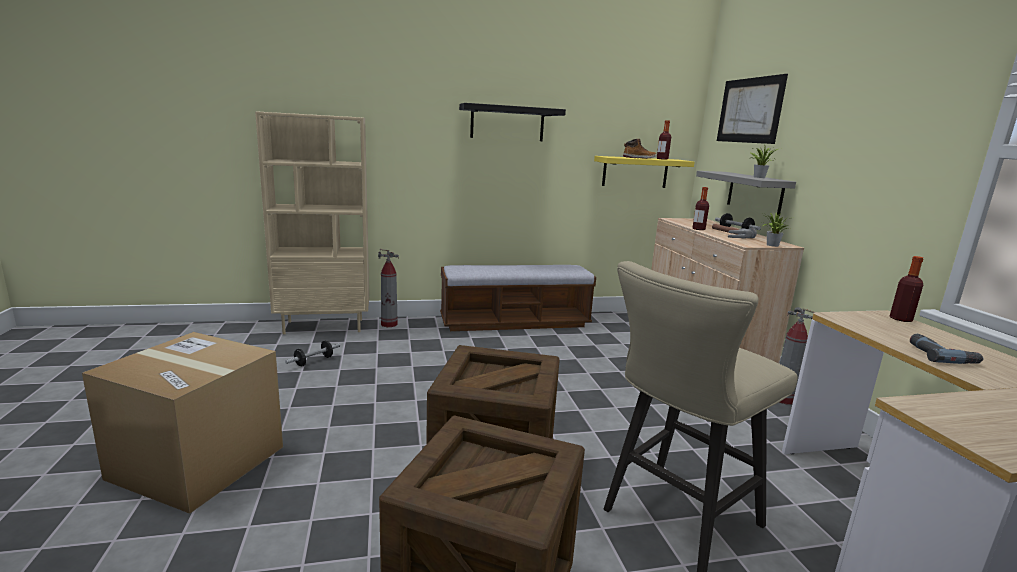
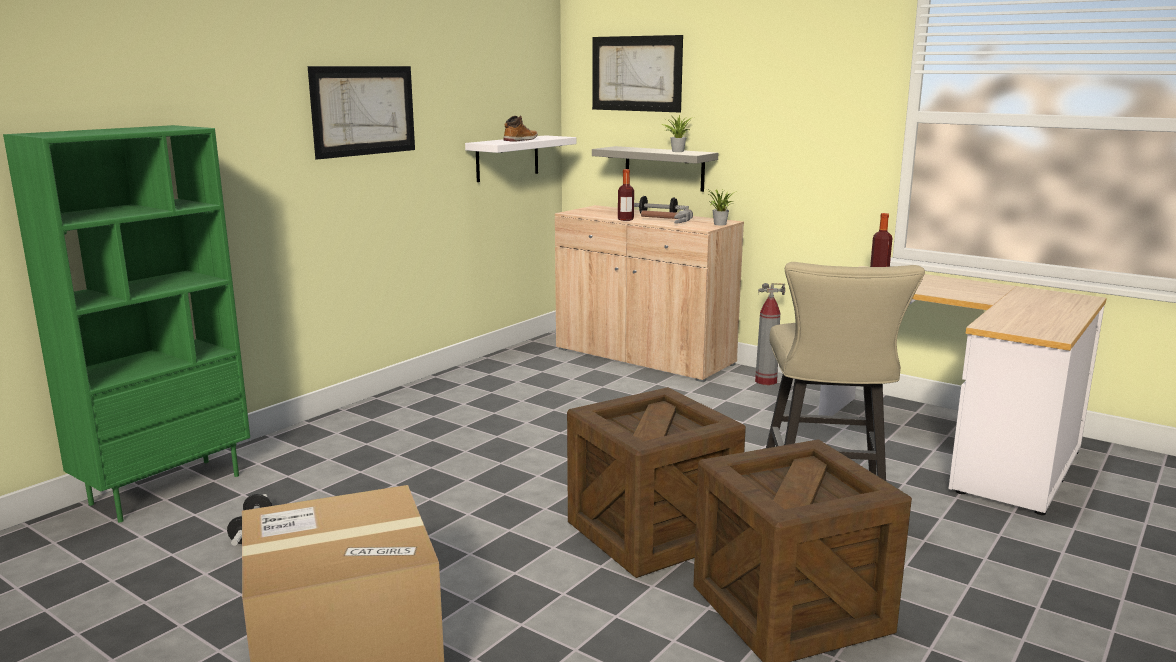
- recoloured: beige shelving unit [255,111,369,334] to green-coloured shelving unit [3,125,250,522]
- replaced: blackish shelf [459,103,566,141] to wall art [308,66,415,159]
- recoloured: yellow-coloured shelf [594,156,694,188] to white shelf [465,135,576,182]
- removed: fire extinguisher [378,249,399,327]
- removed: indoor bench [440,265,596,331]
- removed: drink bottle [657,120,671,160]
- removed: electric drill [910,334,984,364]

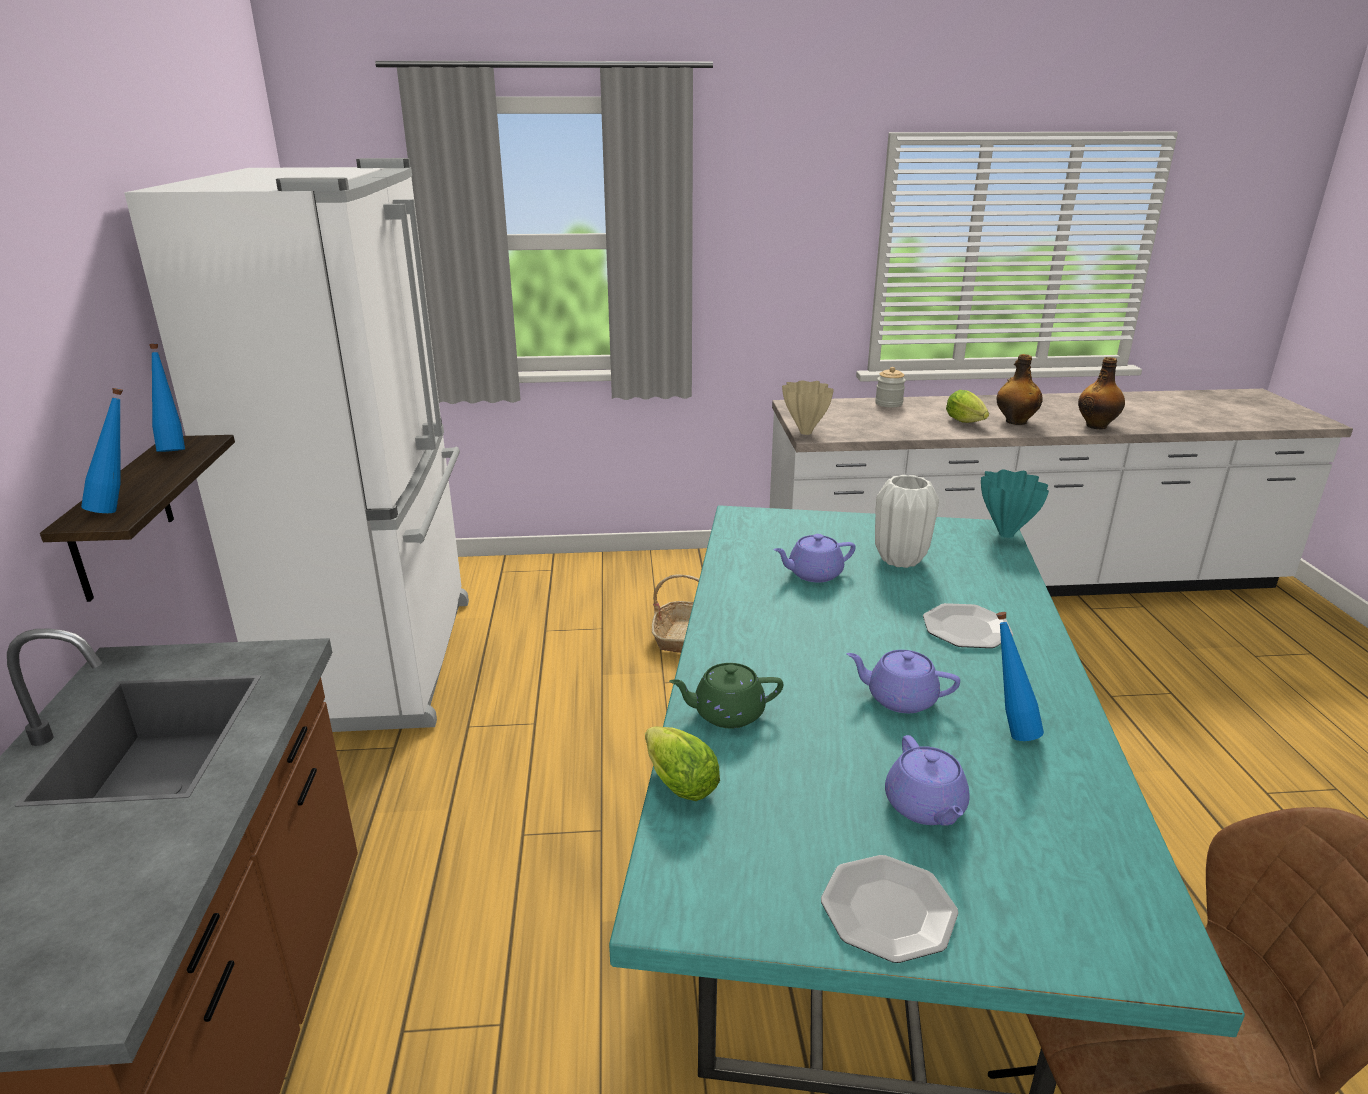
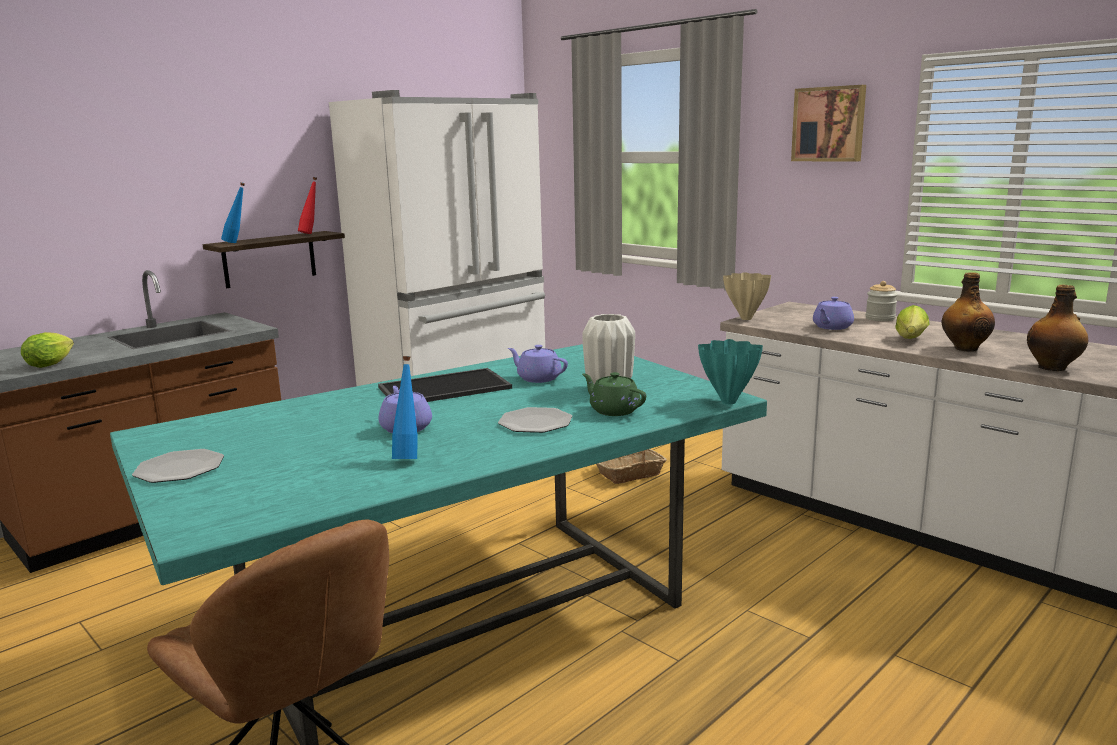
- moved: lettuce [645,726,720,801] to [21,332,74,368]
- recoloured: bluish drink bottle [149,344,185,452] to reddish drink bottle [298,177,317,234]
- added: tray [378,368,512,402]
- moved: green-coloured tea pot [669,663,783,728] to [582,372,646,416]
- added: wall art [791,85,866,162]
- moved: purple tea pot [885,735,970,826] to [813,297,854,330]

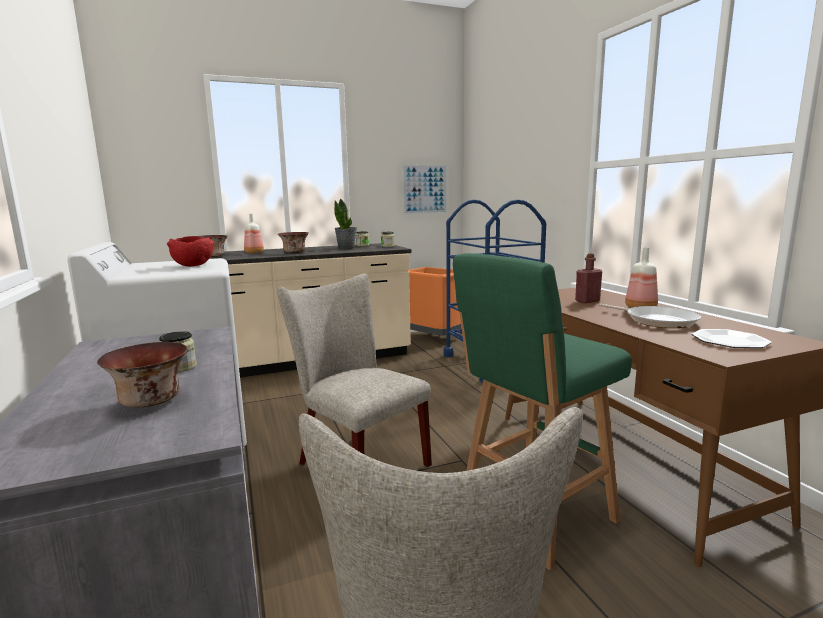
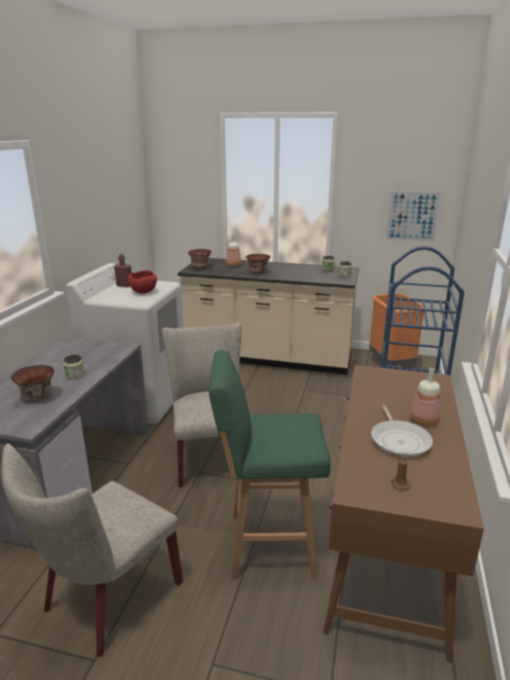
- moved: reddish drink bottle [575,253,602,303] to [114,254,131,287]
- replaced: flat dish [692,329,772,348] to brown wax light [391,456,411,490]
- removed: plant in a pot [334,198,356,249]

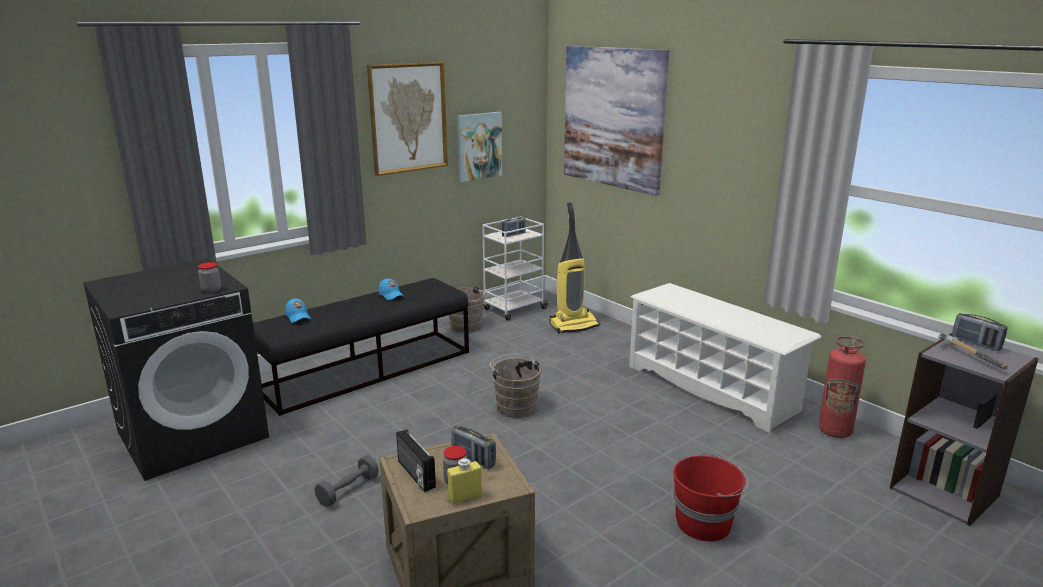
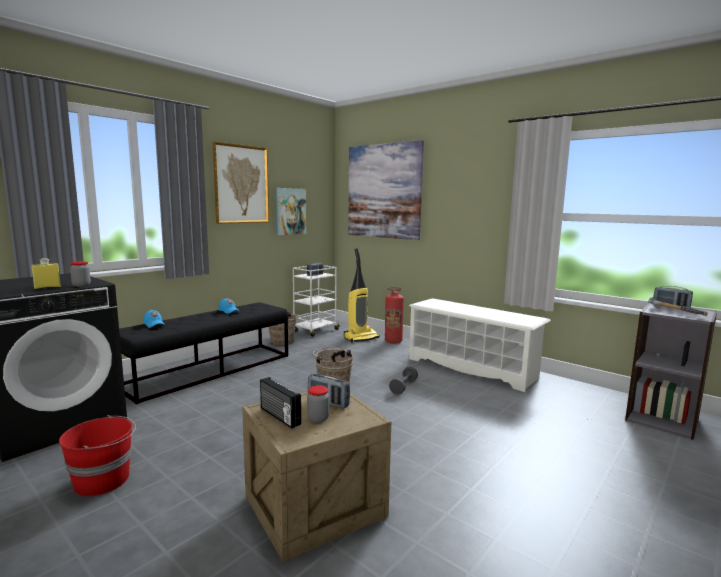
- moved: yellow-coloured drink bottle [447,458,482,505] to [32,258,61,289]
- moved: reddish pail [673,453,749,542] to [59,415,136,496]
- moved: fire extinguisher [818,336,866,438] to [385,287,404,344]
- moved: gray dumbbell [315,455,379,507] to [389,366,418,395]

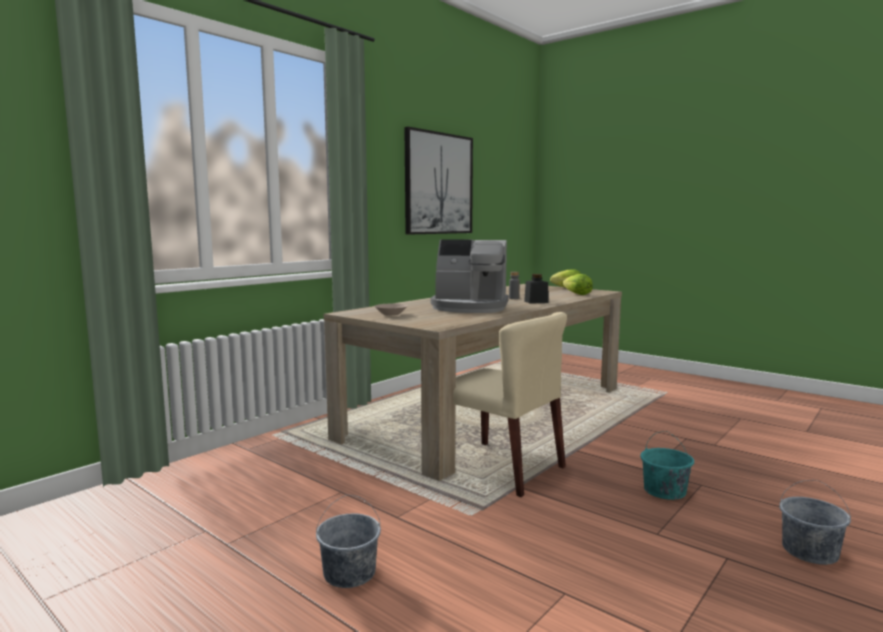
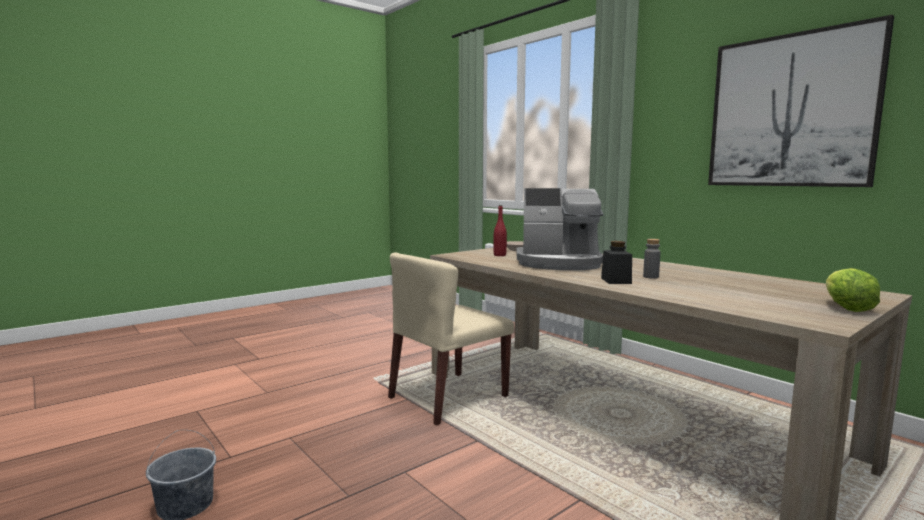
- added: reddish drink bottle [493,205,507,256]
- turned: coffee machine [431,239,508,313] = [516,188,603,270] 105 degrees counterclockwise
- removed: gray pail [316,495,381,588]
- removed: lettuce [562,274,593,295]
- removed: turquoise pail [640,431,694,500]

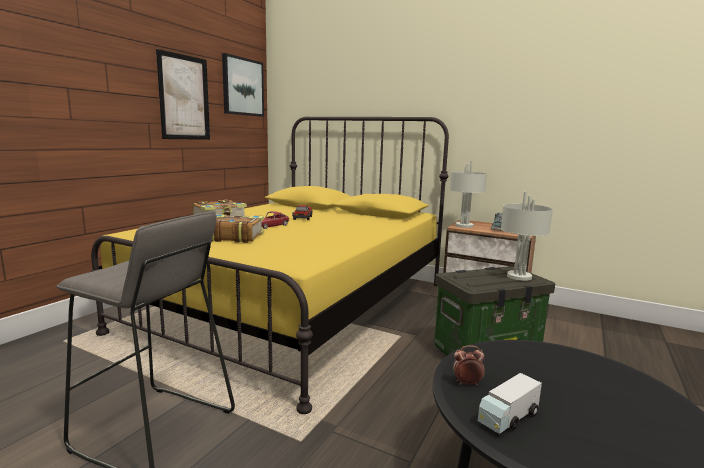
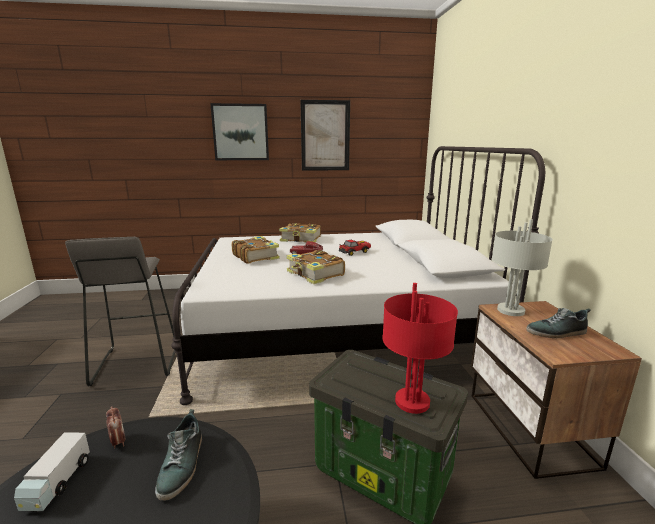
- turned: toy lorry [478,373,542,434] = [14,432,90,511] 105 degrees counterclockwise
- added: low shoe [155,409,202,501]
- recoloured: yellow-coloured bed [90,117,449,414] to white bed [171,146,545,405]
- moved: wall art [222,53,264,117] to [210,103,269,160]
- added: volume [286,250,345,284]
- recoloured: gray lamp for a table [501,192,553,281] to reddish lamp for a table [382,283,458,414]

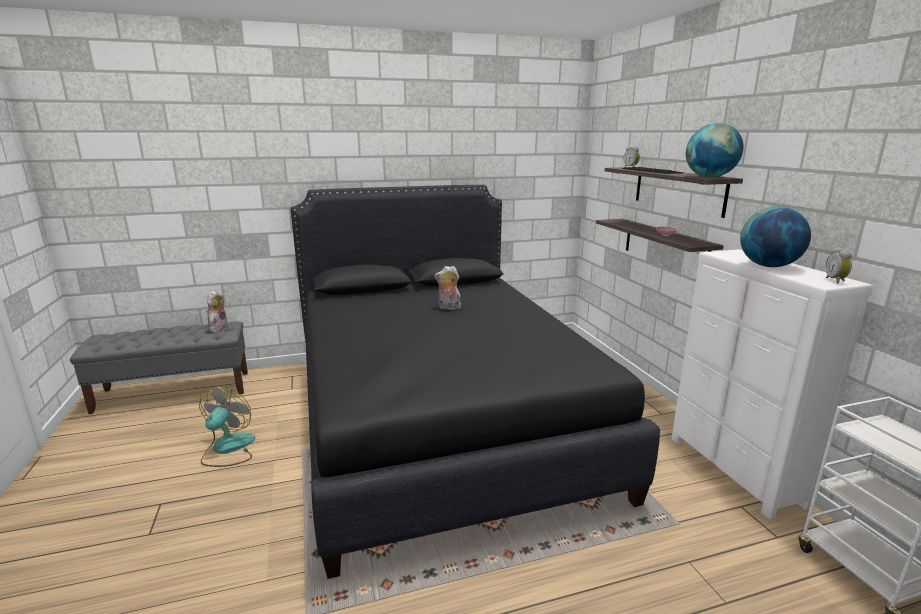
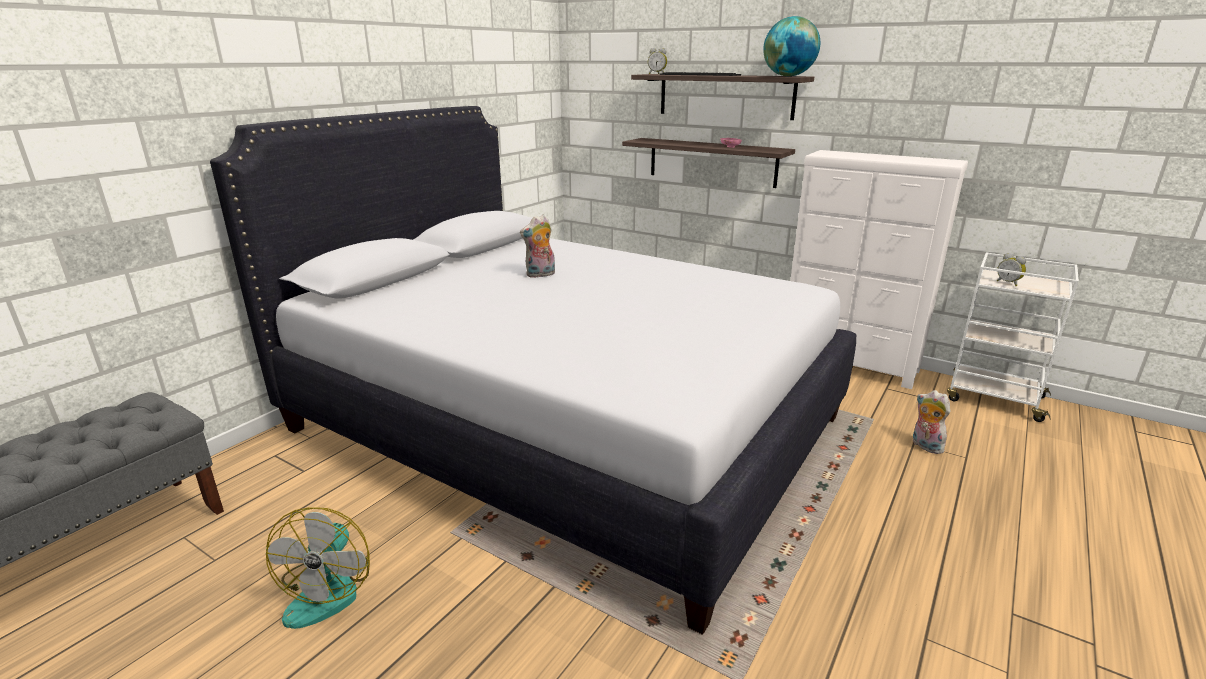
- recoloured: blackish bed [290,185,660,579] to white bed [210,106,856,635]
- turned: cooling fan [199,387,255,467] = [266,507,370,629] 150 degrees counterclockwise
- moved: plush toy [206,290,228,332] to [913,390,950,454]
- moved: bedside clock [826,247,852,284] to [997,253,1026,286]
- removed: desk globe [740,206,811,267]

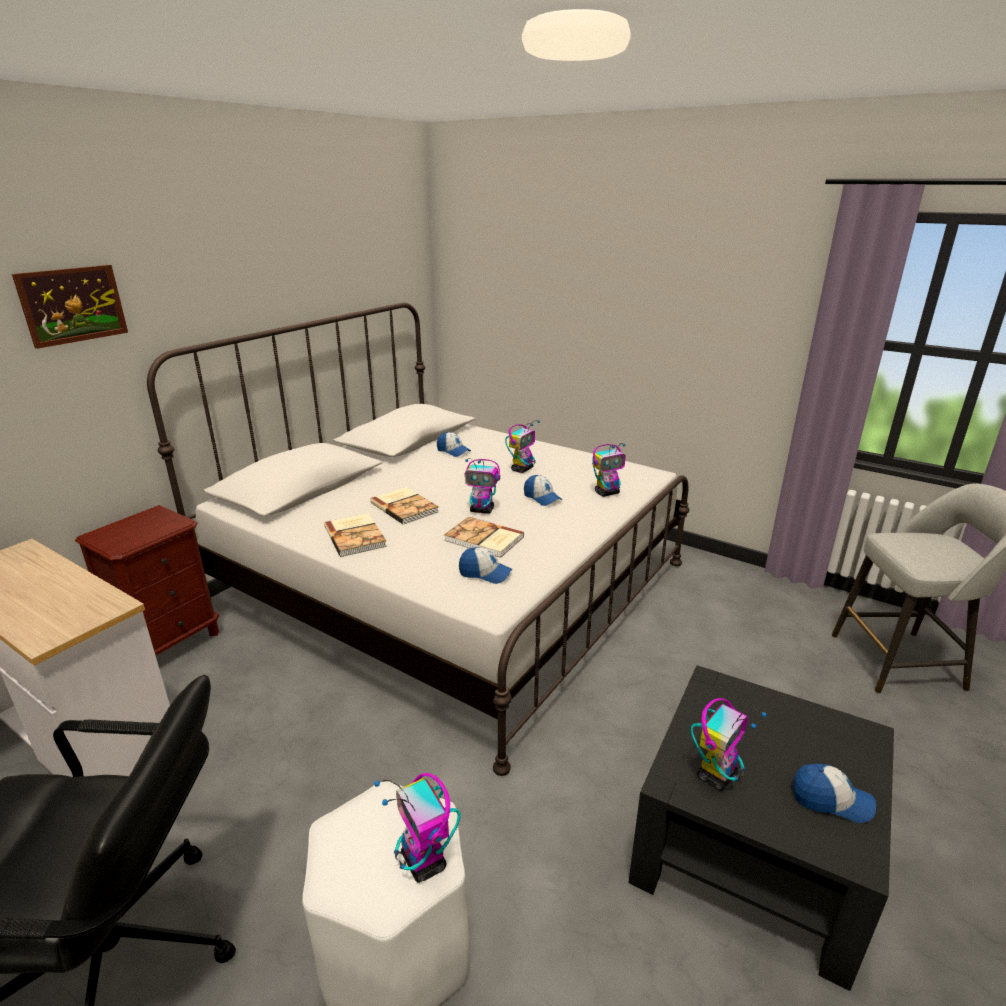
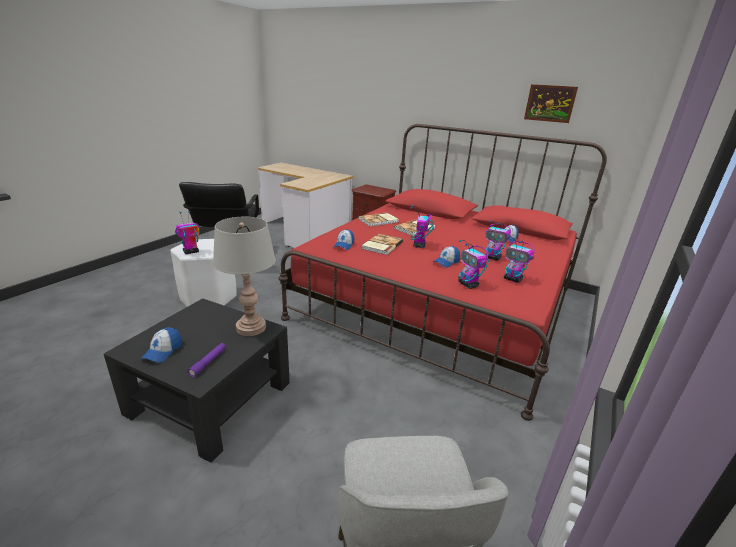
- added: purple flashlight [188,343,226,377]
- added: gray lamp for a table [213,217,276,336]
- recoloured: white bed [147,303,690,776] to reddish bed [279,124,607,421]
- moved: toy robot [691,698,767,790] to [504,238,535,283]
- moved: wall art [12,265,128,349] to [524,84,578,123]

